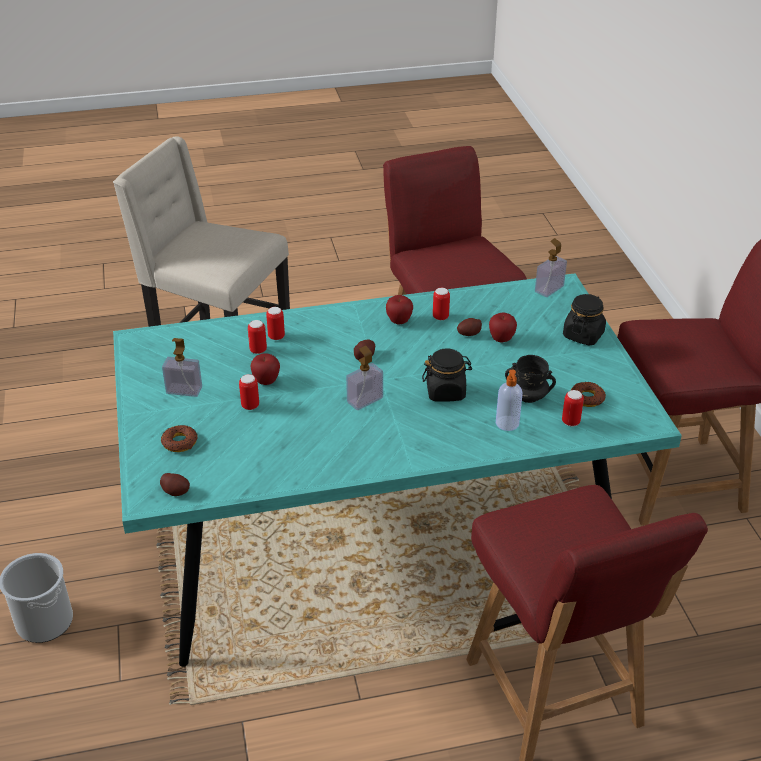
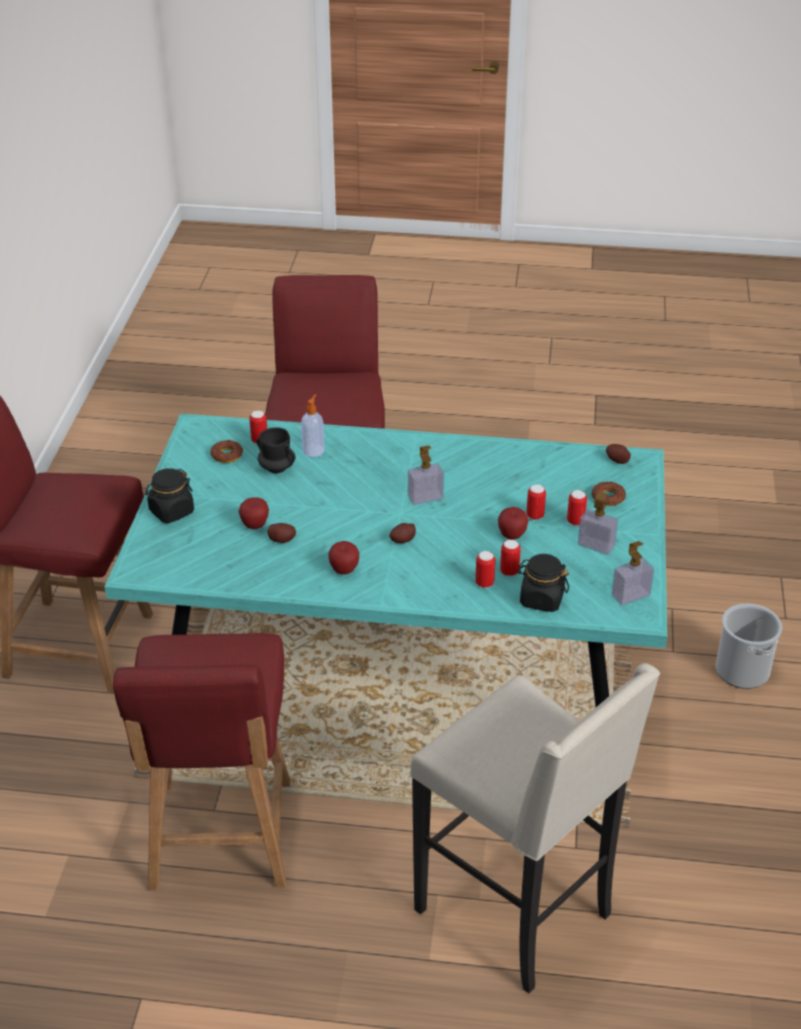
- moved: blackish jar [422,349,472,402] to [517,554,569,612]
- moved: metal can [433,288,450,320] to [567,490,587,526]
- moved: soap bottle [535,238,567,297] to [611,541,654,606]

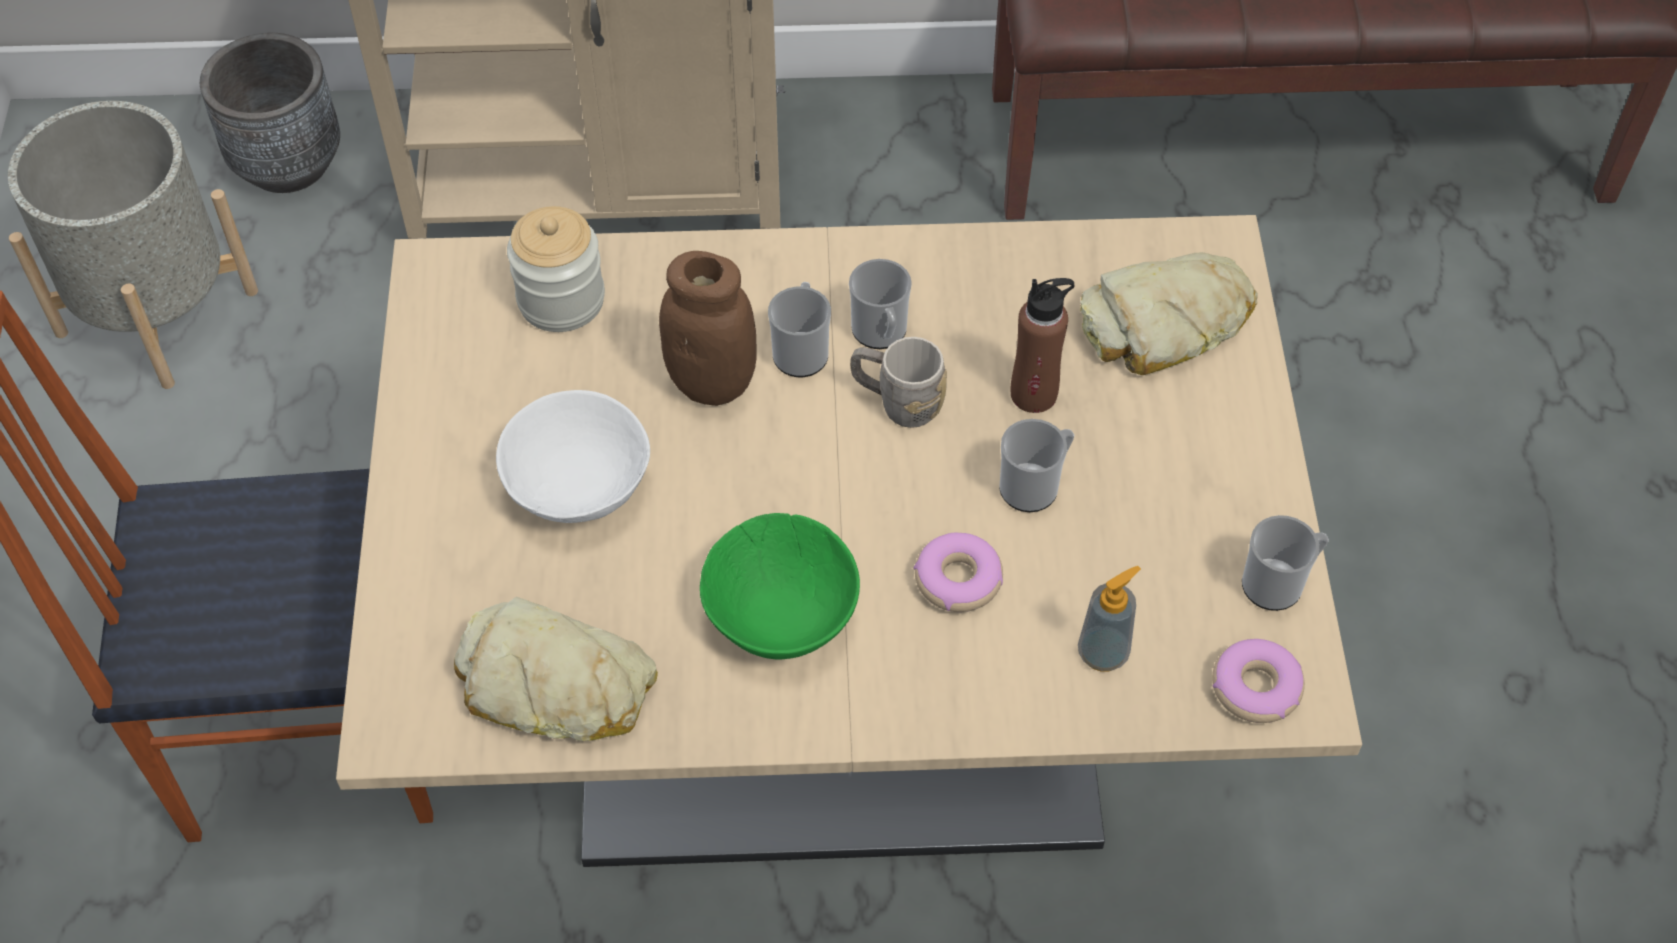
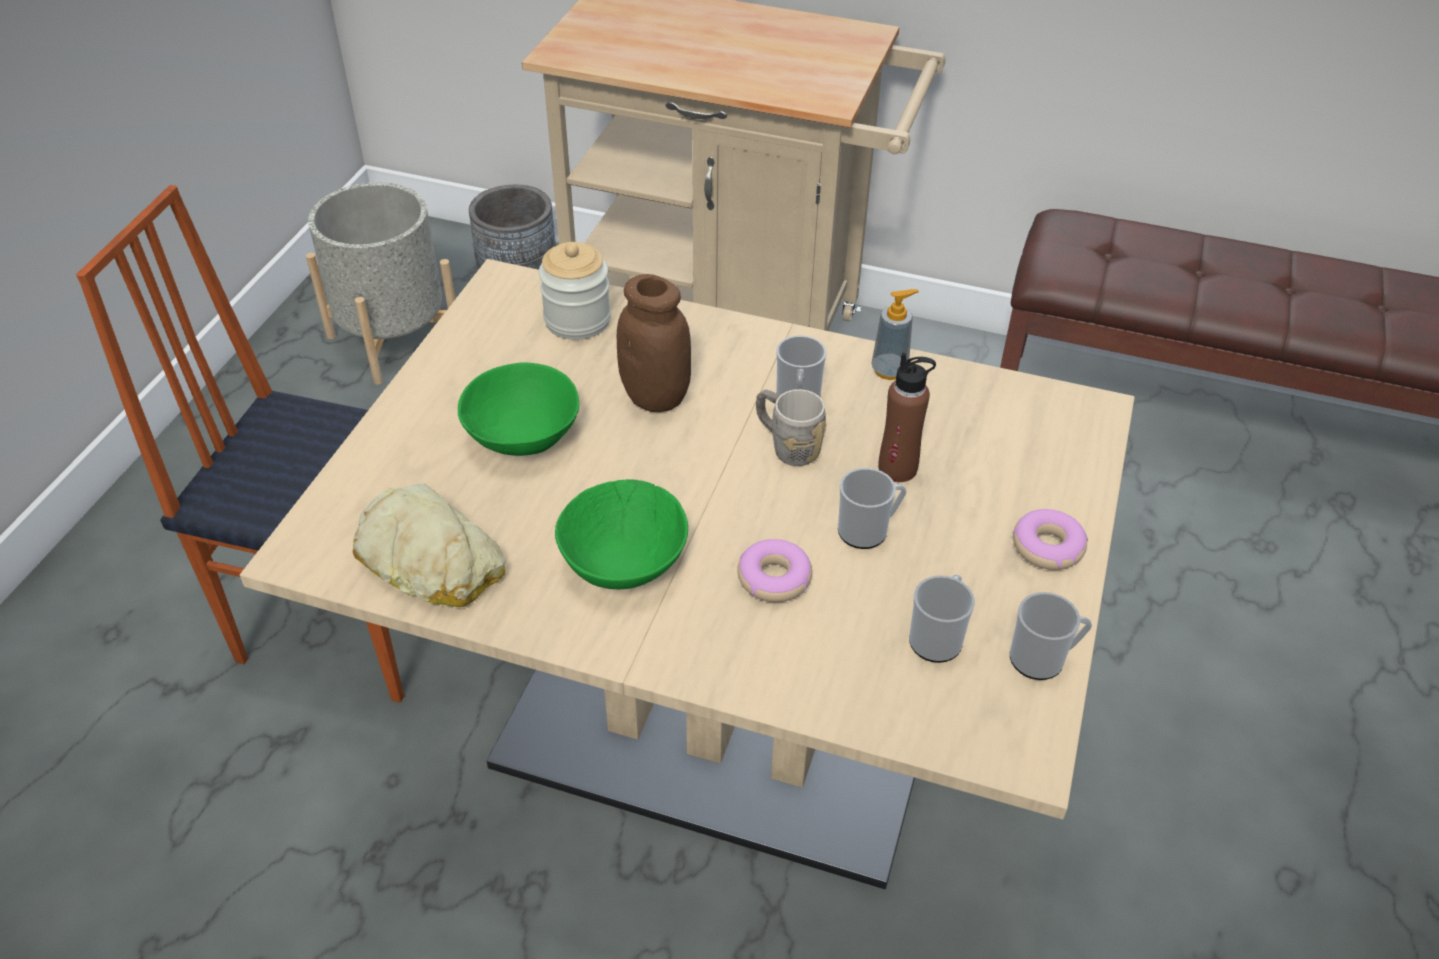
- recoloured: white serving bowl [496,390,650,523] to green-coloured serving bowl [458,363,579,456]
- moved: soap bottle [1078,566,1141,672] to [872,289,919,380]
- moved: coffee mug [768,282,831,377] to [909,574,975,663]
- moved: doughnut [1212,639,1305,723] to [1013,509,1088,570]
- removed: baked bread [1080,252,1258,375]

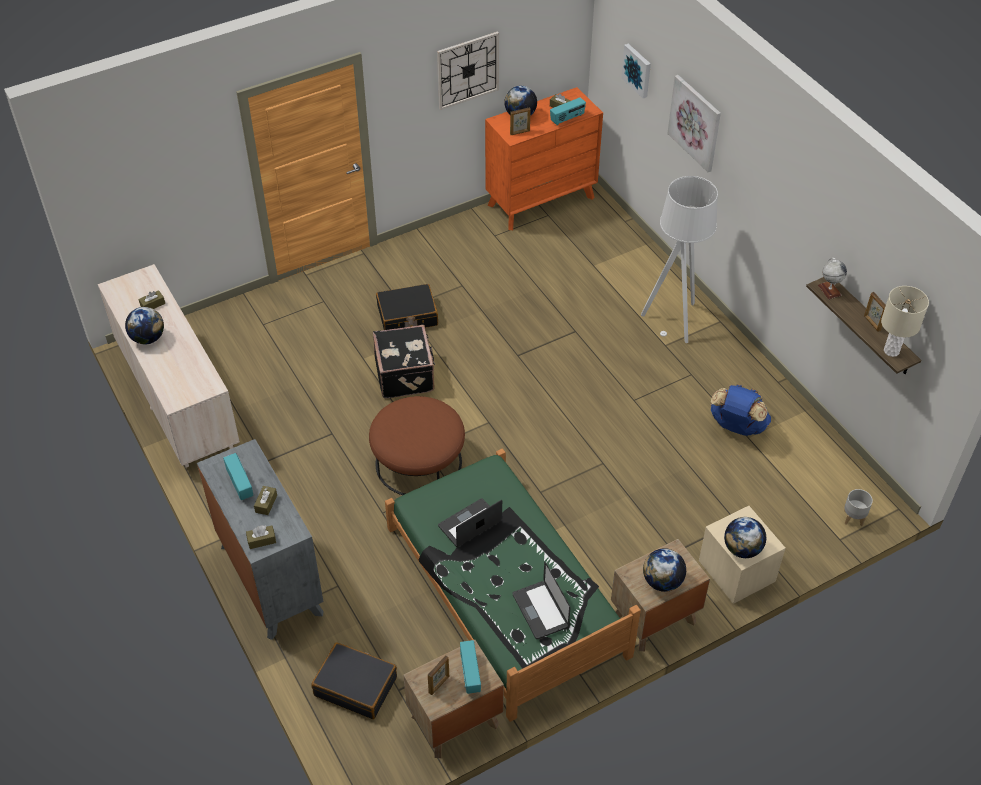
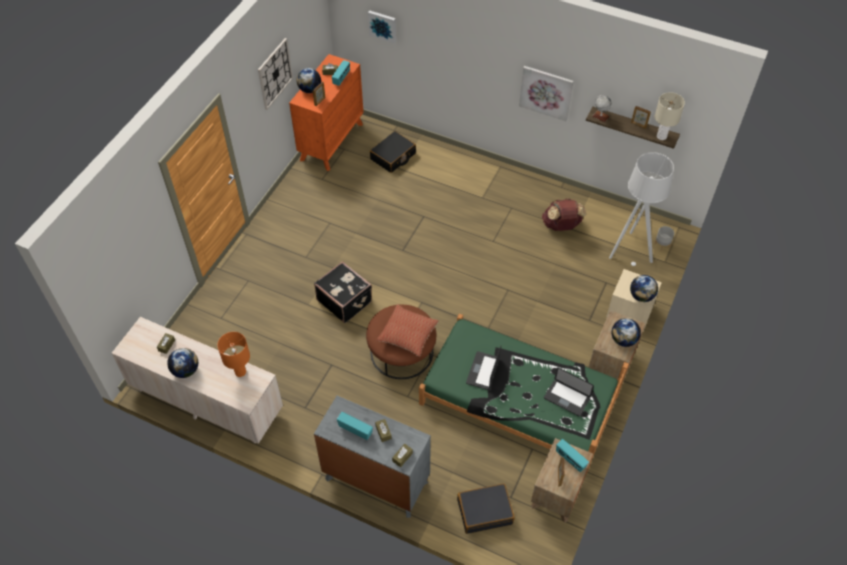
- added: orange lamp for a table [217,332,250,377]
- moved: blackish travel case [376,284,438,330] to [370,131,416,173]
- added: cushion [377,304,439,357]
- moved: wall art [667,75,721,172] to [519,66,574,121]
- recoloured: bluish knapsack [710,384,771,436] to brown knapsack [542,198,586,231]
- moved: gray floor lamp [641,176,718,343] to [609,152,674,266]

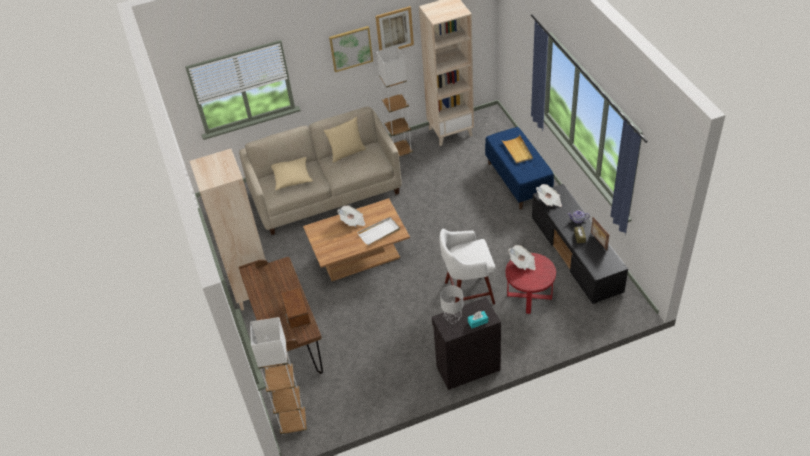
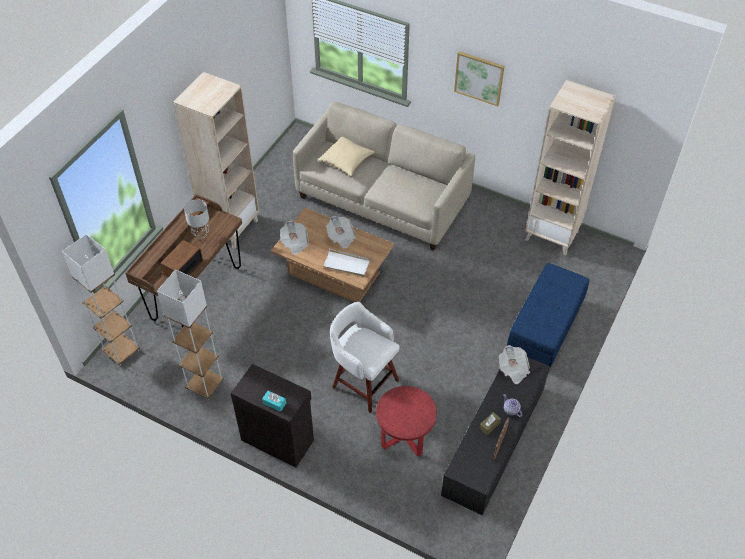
- moved: white floor lamp [376,46,413,156] to [157,269,224,399]
- moved: gray lamp for a table [440,286,463,324] to [184,199,209,239]
- moved: newspaper [509,245,536,270] to [280,221,309,255]
- removed: beige cushion [324,117,366,163]
- removed: wall art [375,6,414,51]
- removed: beige tray [502,135,533,164]

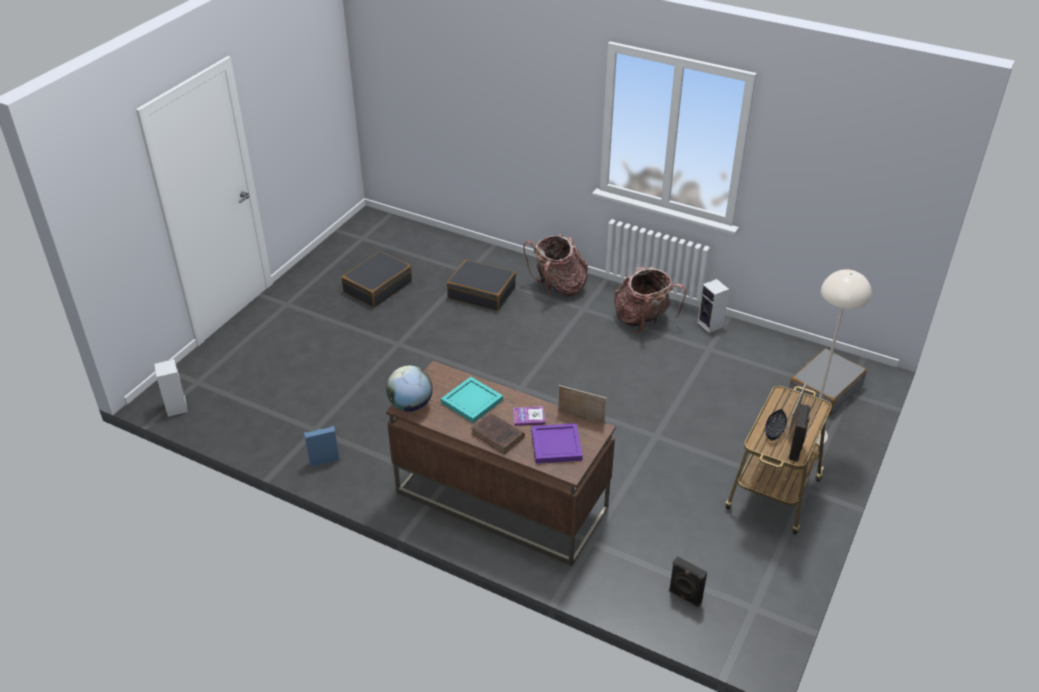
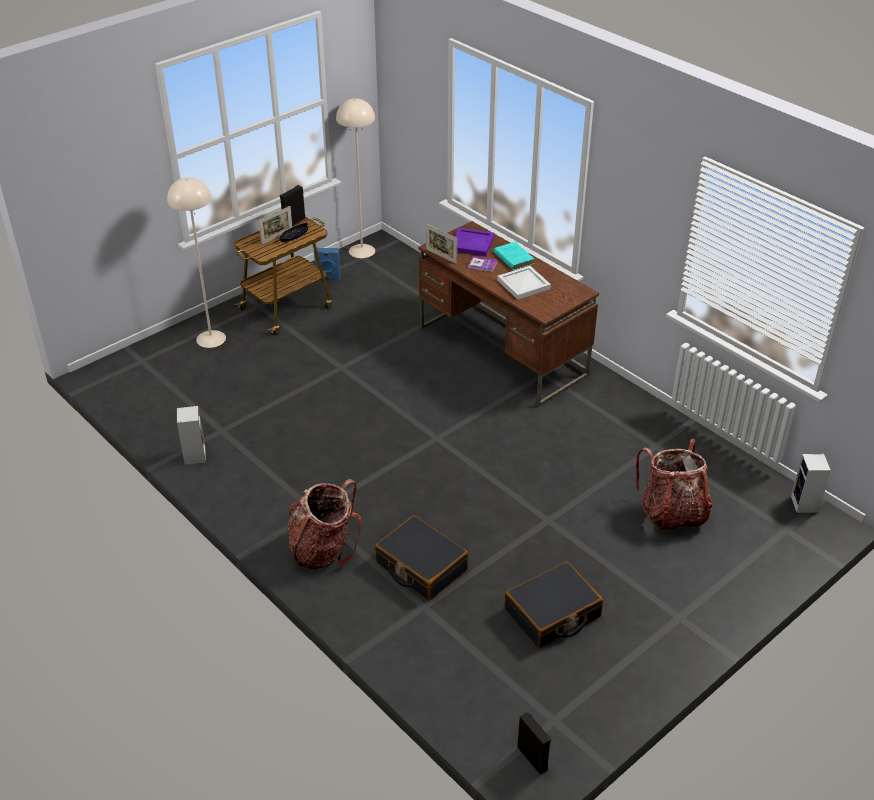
- moved: bluish speaker [304,426,340,467] to [314,248,341,280]
- added: beige floor lamp [336,98,375,258]
- recoloured: brown volume [471,413,525,454] to turquoise volume [494,242,534,270]
- recoloured: turquoise tray [441,377,503,423] to white tray [497,266,551,300]
- moved: blackish speaker [669,556,707,607] to [517,712,551,774]
- moved: knapsack [614,267,686,333] to [636,439,712,533]
- removed: desk globe [386,366,433,412]
- removed: gray travel case [789,348,867,416]

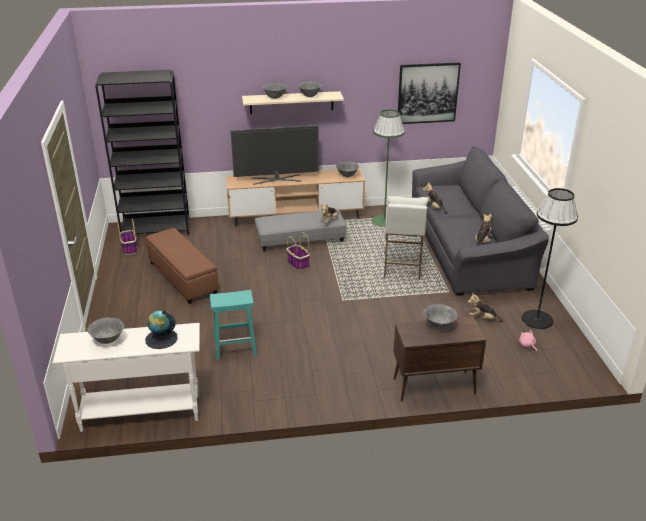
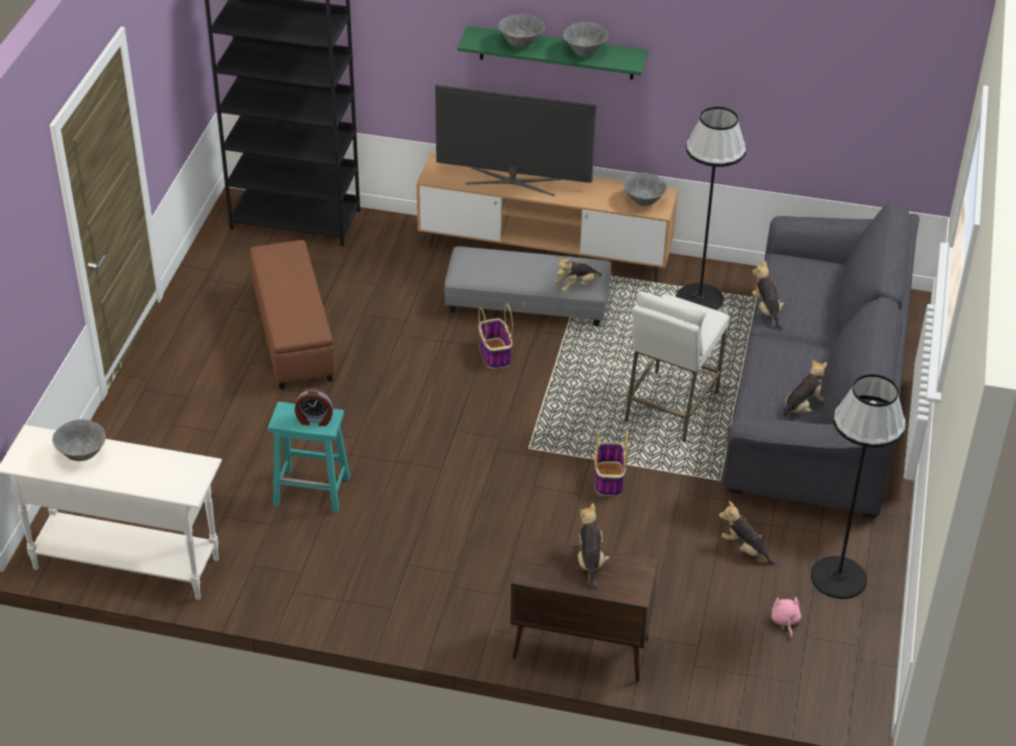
- added: bedside clock [295,387,334,426]
- recoloured: beige shelf [242,91,344,114] to green-coloured shelf [457,26,649,80]
- replaced: gray serving bowl [424,304,457,329] to plush toy [578,503,610,590]
- moved: household basket [117,219,137,255] to [595,428,628,496]
- recoloured: green-coloured floor lamp [372,109,405,227] to blackish floor lamp [676,107,746,310]
- removed: desk globe [145,310,178,349]
- removed: wall art [398,62,461,124]

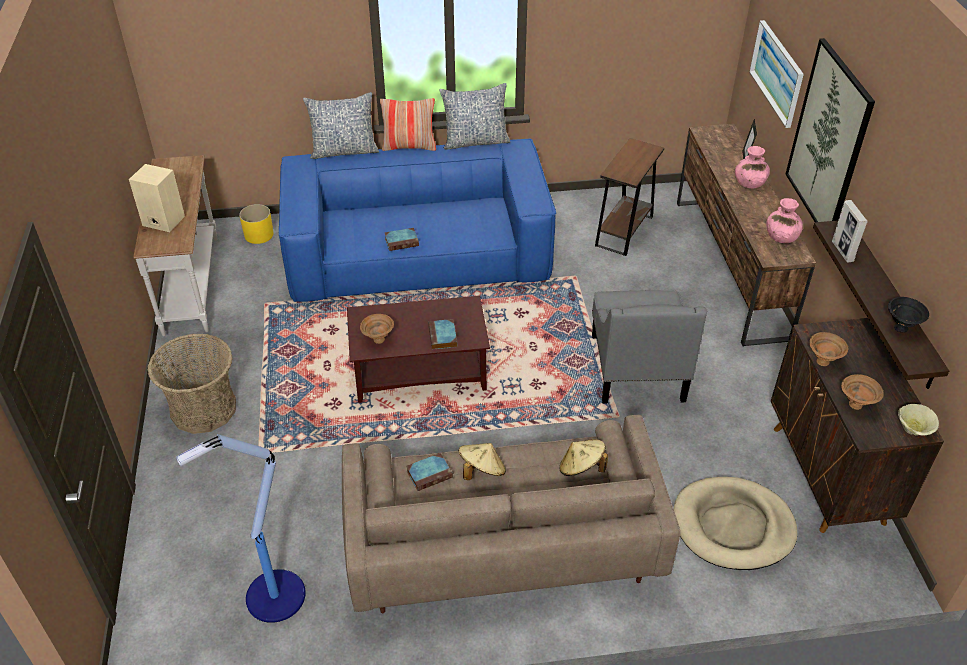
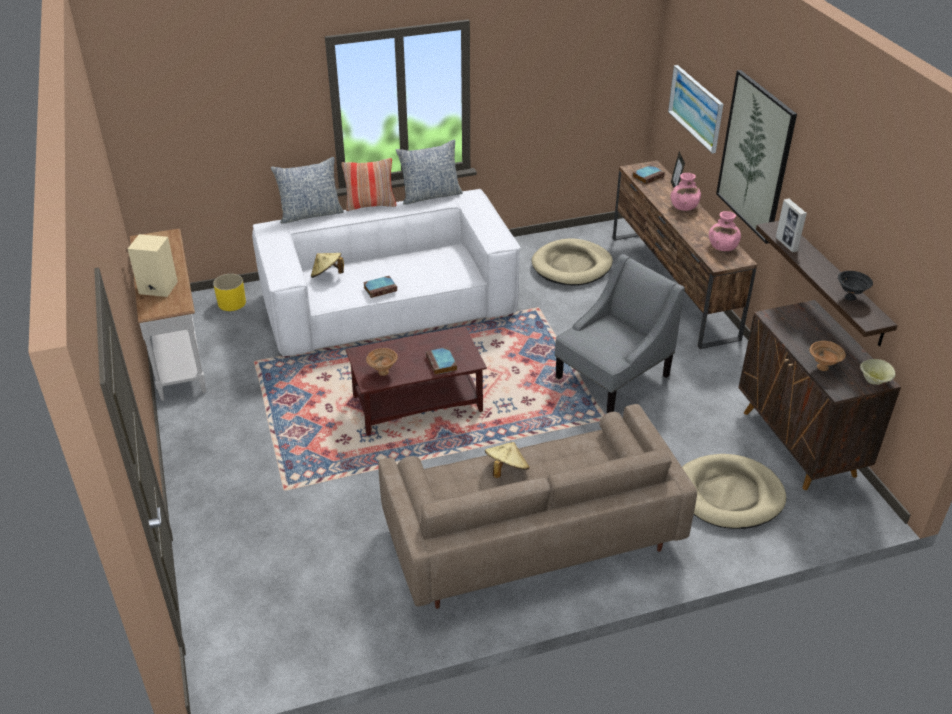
- recoloured: bluish sofa [279,139,556,302] to white sofa [252,189,521,357]
- moved: beige hat [559,439,608,476] to [311,253,344,278]
- replaced: brown accent table [595,138,664,256] to beige dog cushion [532,239,613,286]
- turned: gray easy chair [592,290,707,404] = [555,254,685,413] 120 degrees counterclockwise
- moved: volume [406,453,453,491] to [633,165,665,184]
- removed: household basket [148,333,236,434]
- removed: floor lamp [176,434,306,623]
- removed: brown serving bowl [809,332,848,366]

